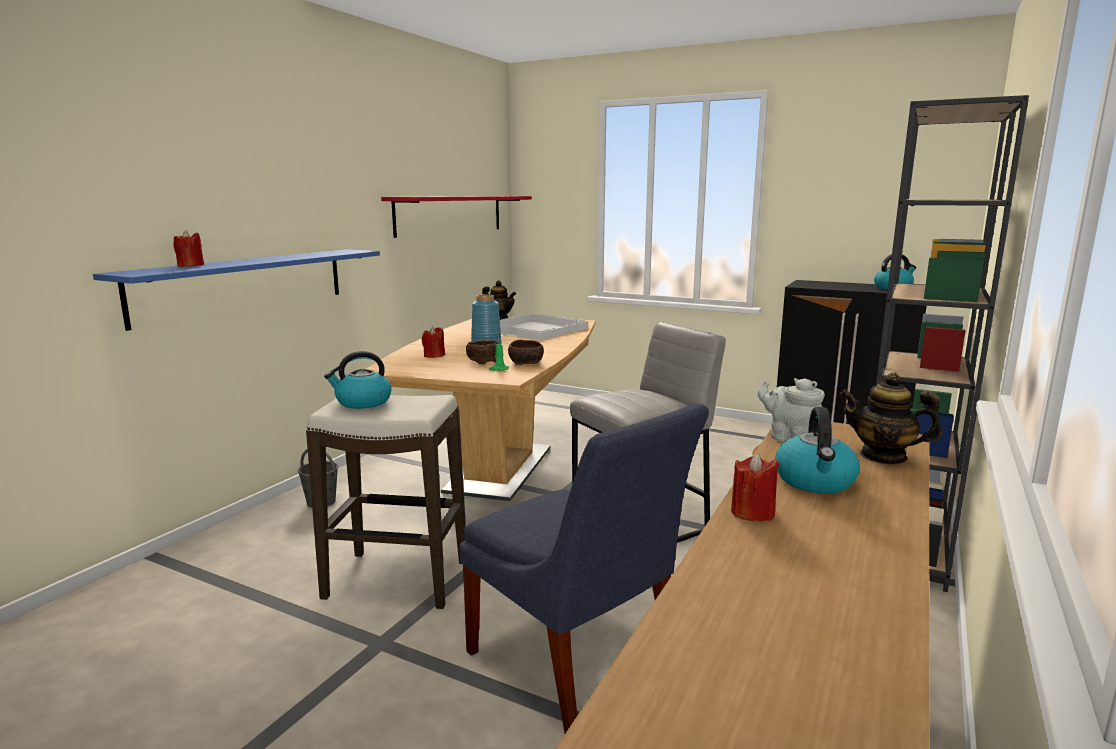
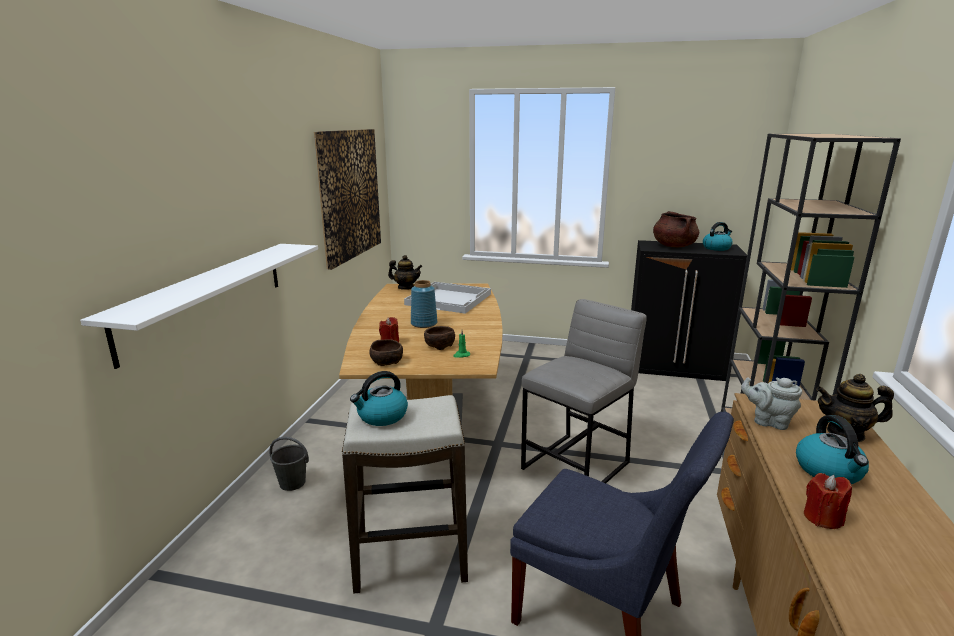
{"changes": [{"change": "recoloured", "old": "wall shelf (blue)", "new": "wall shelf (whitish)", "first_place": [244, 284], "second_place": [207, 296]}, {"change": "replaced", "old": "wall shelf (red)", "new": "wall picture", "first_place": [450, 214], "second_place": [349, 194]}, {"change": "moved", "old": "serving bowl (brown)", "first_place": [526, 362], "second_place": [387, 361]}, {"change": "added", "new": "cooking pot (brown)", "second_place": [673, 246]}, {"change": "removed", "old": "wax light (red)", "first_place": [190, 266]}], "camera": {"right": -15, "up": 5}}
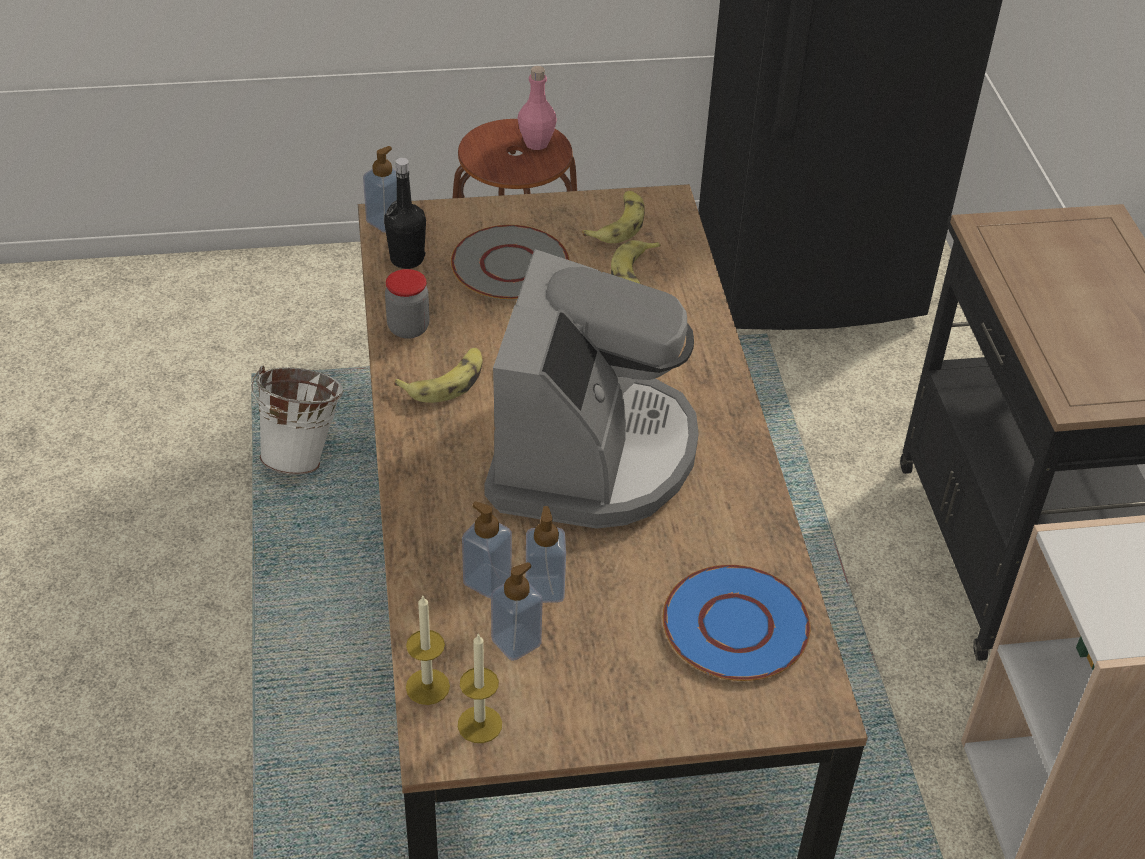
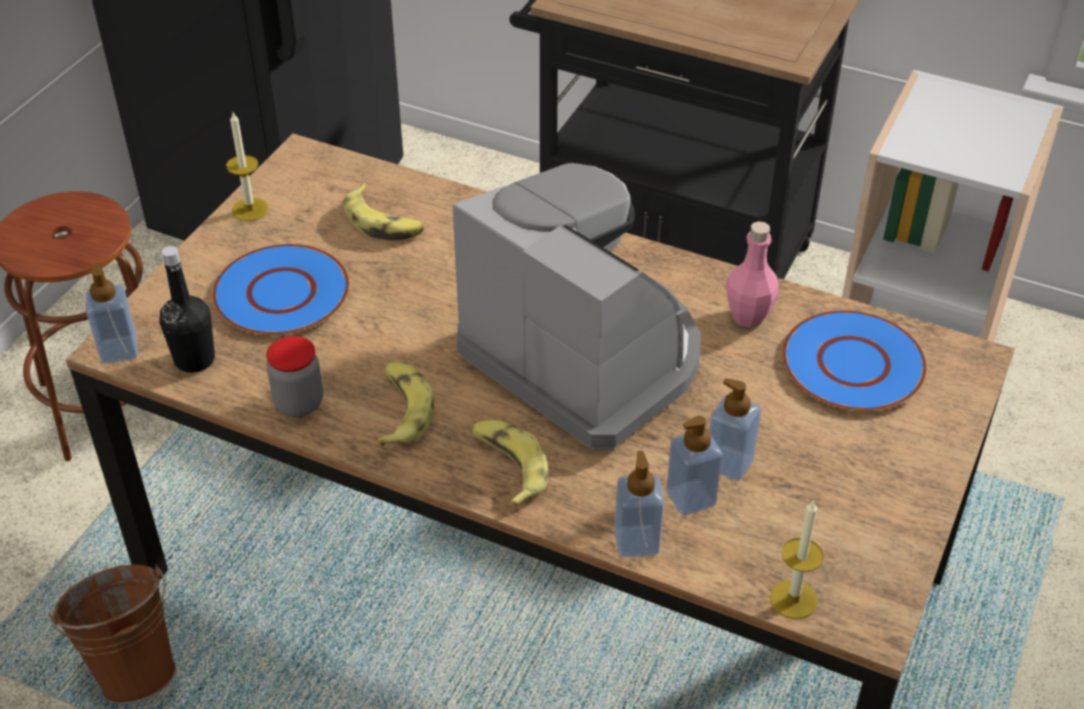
{"changes": [{"change": "recoloured", "old": "bucket (whitish)", "new": "bucket (brown)", "first_place": [303, 454], "second_place": [133, 667]}, {"change": "recoloured", "old": "flat dish (greyish)", "new": "flat dish (blue)", "first_place": [509, 265], "second_place": [280, 293]}, {"change": "moved", "old": "wax light", "first_place": [479, 724], "second_place": [250, 209]}, {"change": "moved", "old": "banana", "first_place": [618, 224], "second_place": [508, 466]}, {"change": "moved", "old": "soap bottle", "first_place": [516, 642], "second_place": [636, 541]}, {"change": "moved", "old": "drink bottle (pinkish)", "first_place": [536, 143], "second_place": [748, 316]}], "camera": {"right": -55, "up": 0}}
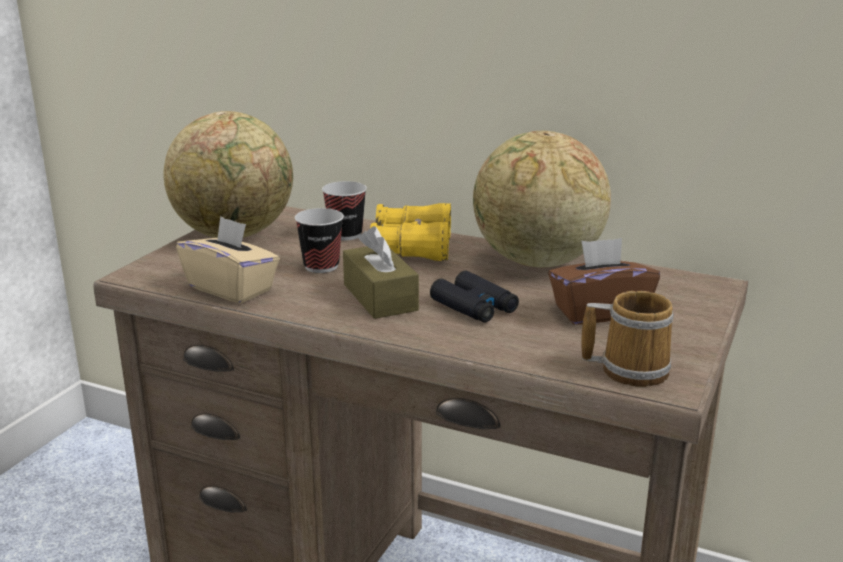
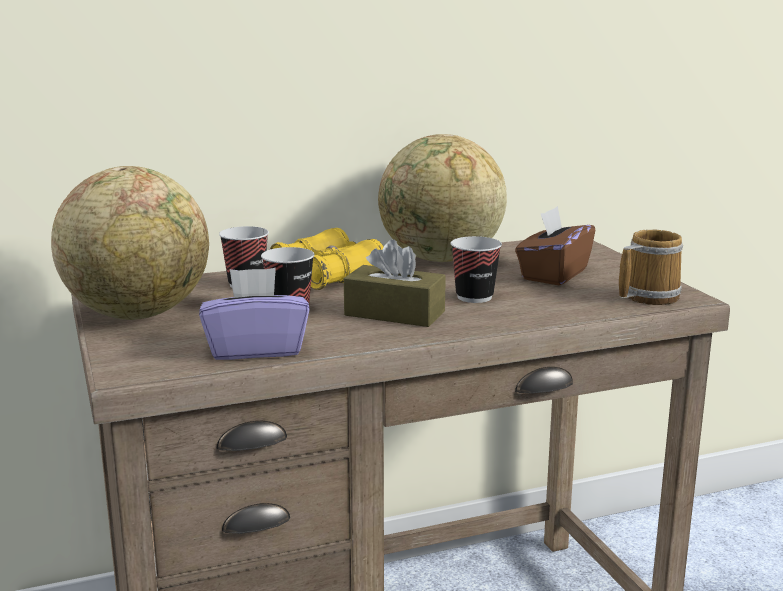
{"changes": [{"change": "recoloured", "old": "box of tissues (sand-coloured)", "new": "box of tissues (purplish)", "first_place": [231, 288], "second_place": [256, 349]}, {"change": "replaced", "old": "field glasses (black)", "new": "cup", "first_place": [474, 307], "second_place": [474, 297]}], "camera": {"right": -45, "up": -5}}
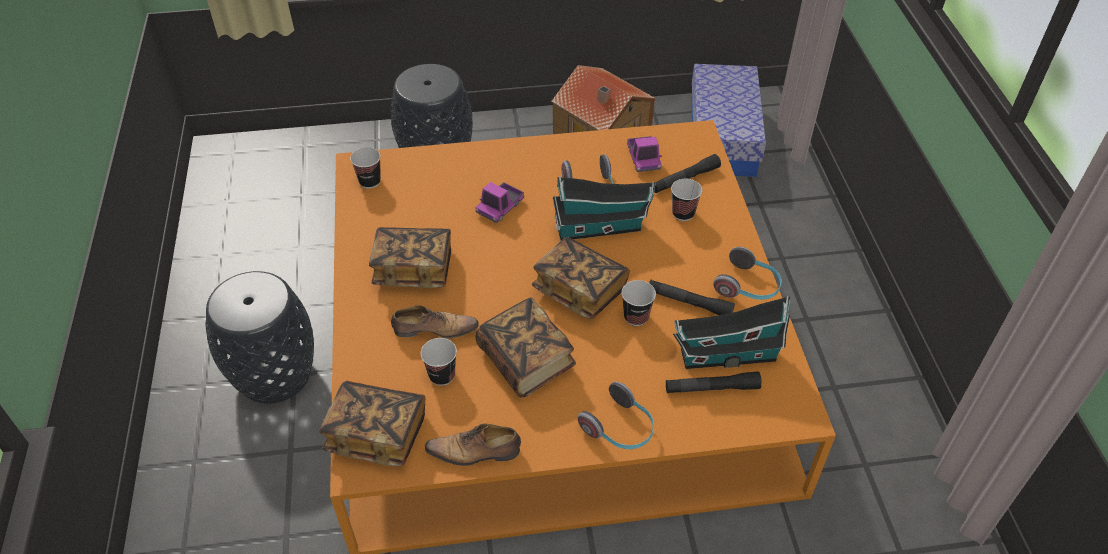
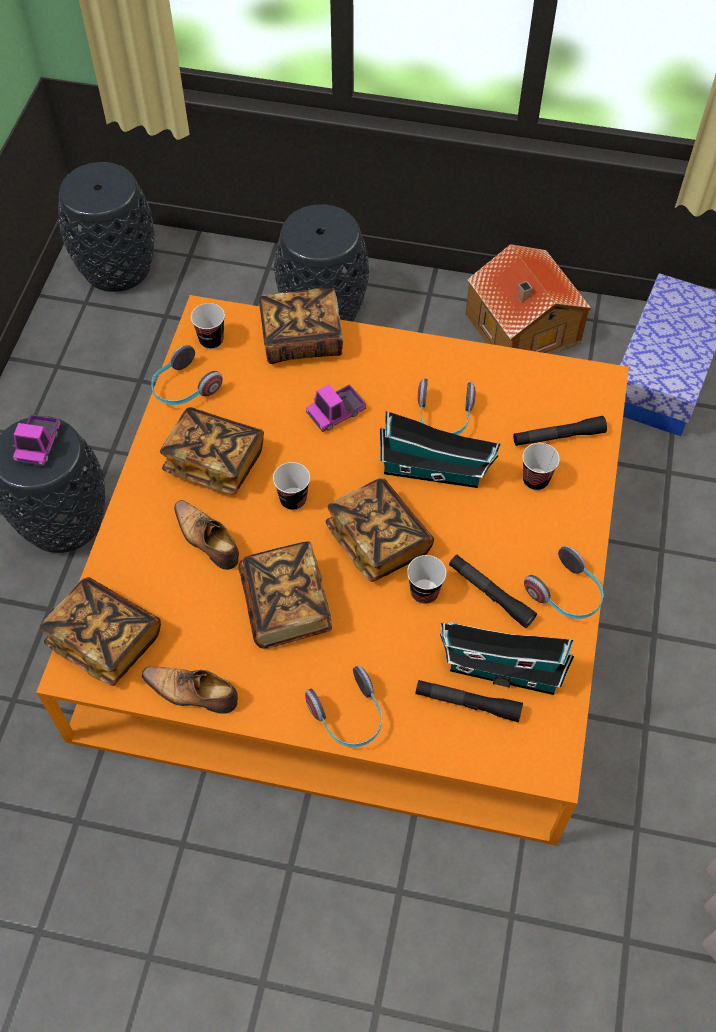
{"changes": [{"change": "moved", "old": "toy lorry", "first_place": [643, 159], "second_place": [39, 445]}, {"change": "added", "new": "sitting stool (black)", "second_place": [117, 267]}, {"change": "added", "new": "headphones", "second_place": [184, 388]}, {"change": "turned", "old": "item of footwear", "first_place": [434, 329], "second_place": [207, 540], "degrees": -150}, {"change": "added", "new": "volume", "second_place": [301, 339]}, {"change": "moved", "old": "cup", "first_place": [442, 375], "second_place": [293, 500]}], "camera": {"right": 20, "up": 10}}
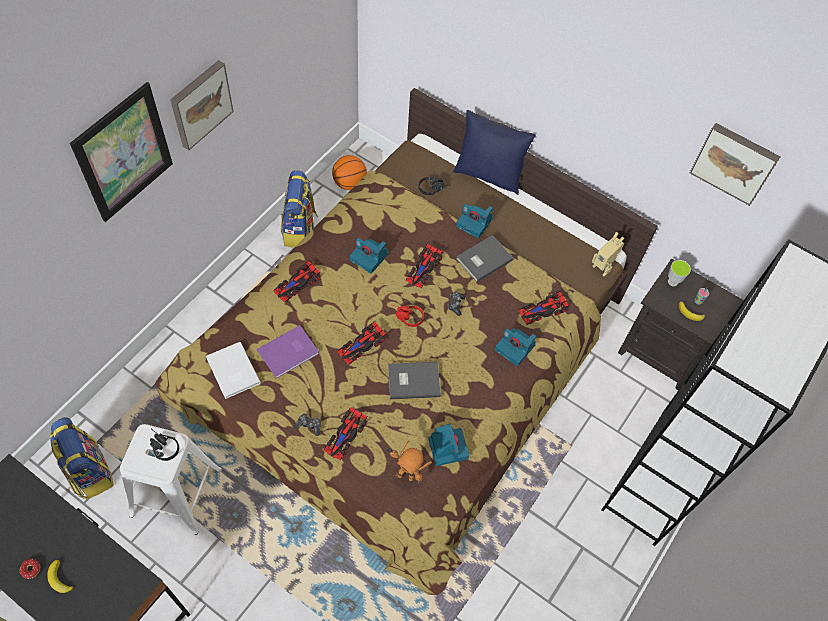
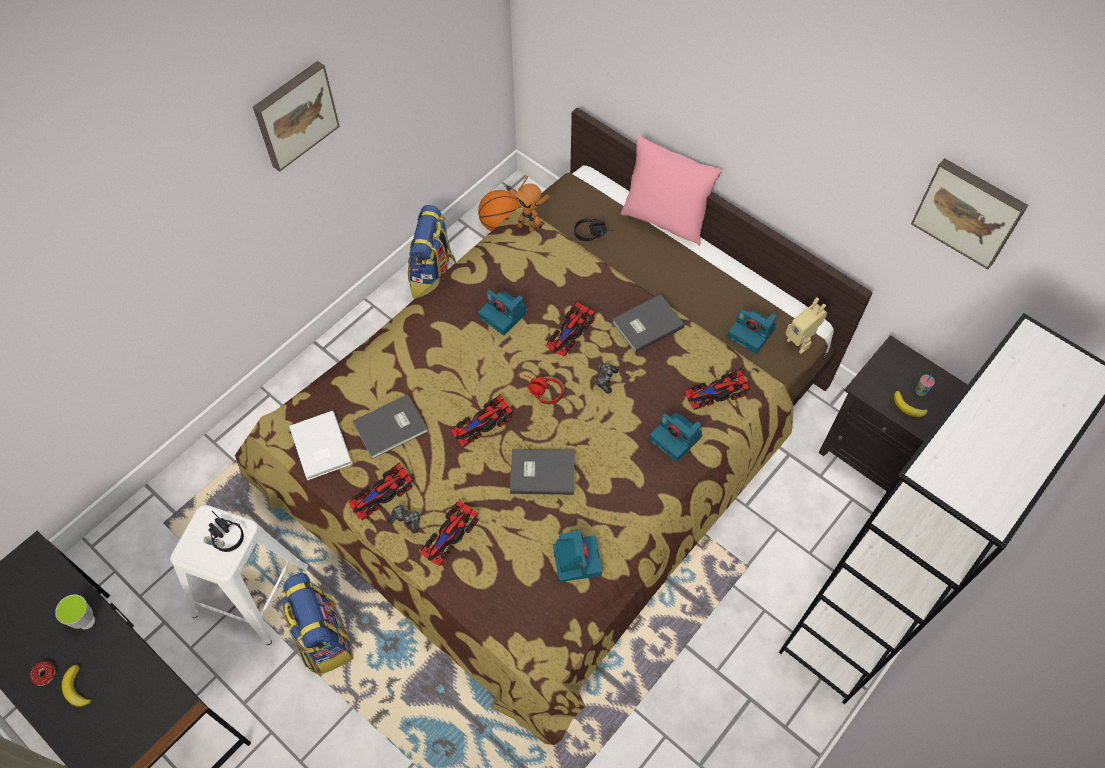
{"changes": [{"change": "moved", "old": "cup", "first_place": [672, 282], "second_place": [86, 621]}, {"change": "moved", "old": "knapsack", "first_place": [89, 472], "second_place": [323, 638]}, {"change": "moved", "old": "miniature car", "first_place": [297, 284], "second_place": [381, 494]}, {"change": "recoloured", "old": "volume (purplish)", "new": "volume (greyish)", "first_place": [289, 353], "second_place": [392, 428]}, {"change": "moved", "old": "toy robot", "first_place": [405, 475], "second_place": [526, 226]}, {"change": "recoloured", "old": "throw pillow (blue)", "new": "throw pillow (pinkish)", "first_place": [488, 175], "second_place": [664, 220]}, {"change": "moved", "old": "still camera", "first_place": [475, 223], "second_place": [752, 333]}, {"change": "removed", "old": "wall picture", "first_place": [124, 153]}], "camera": {"right": 10, "up": 0}}
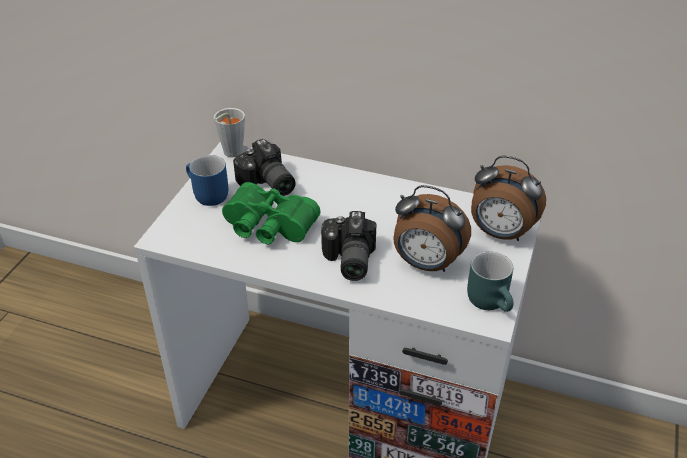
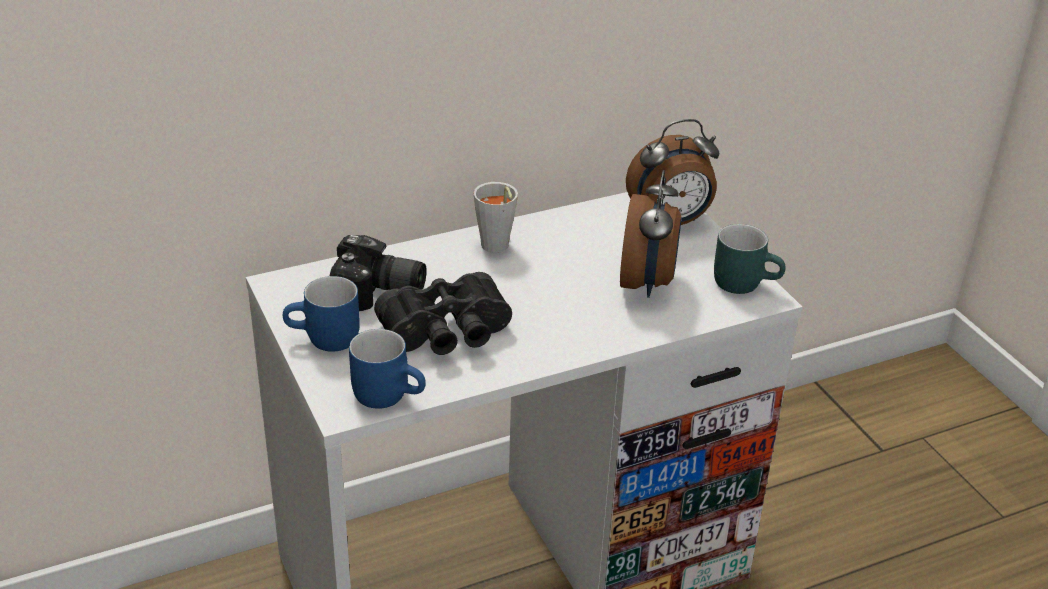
{"changes": [{"change": "added", "new": "mug (blue)", "second_place": [389, 394]}, {"change": "recoloured", "old": "field glasses (greenish)", "new": "field glasses (black)", "first_place": [267, 228], "second_place": [447, 334]}, {"change": "moved", "old": "cup (greyish)", "first_place": [230, 154], "second_place": [496, 248]}, {"change": "turned", "old": "table clock", "first_place": [426, 264], "second_place": [647, 282], "degrees": -60}, {"change": "removed", "old": "still camera", "first_place": [347, 260]}], "camera": {"right": -45, "up": -5}}
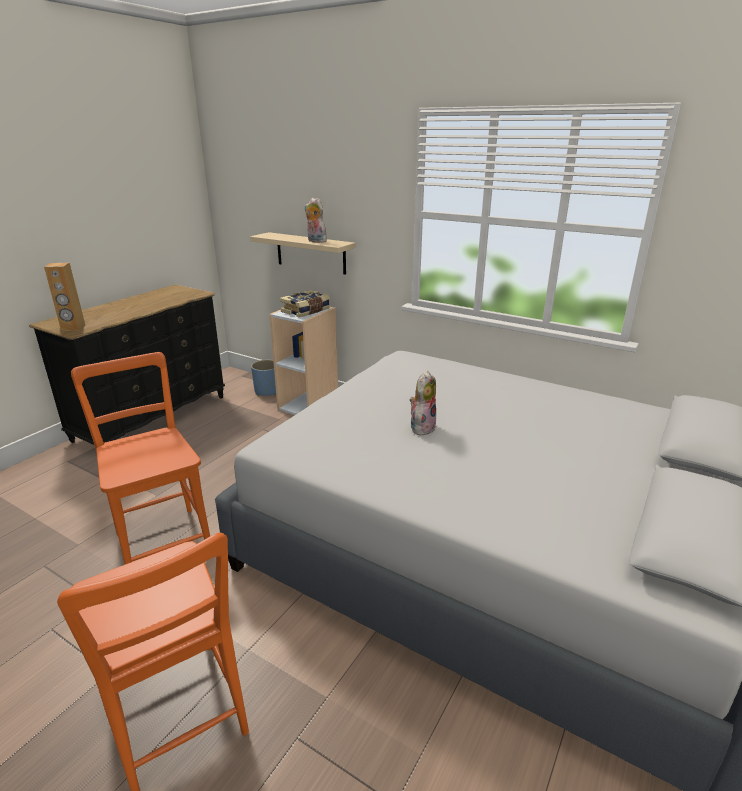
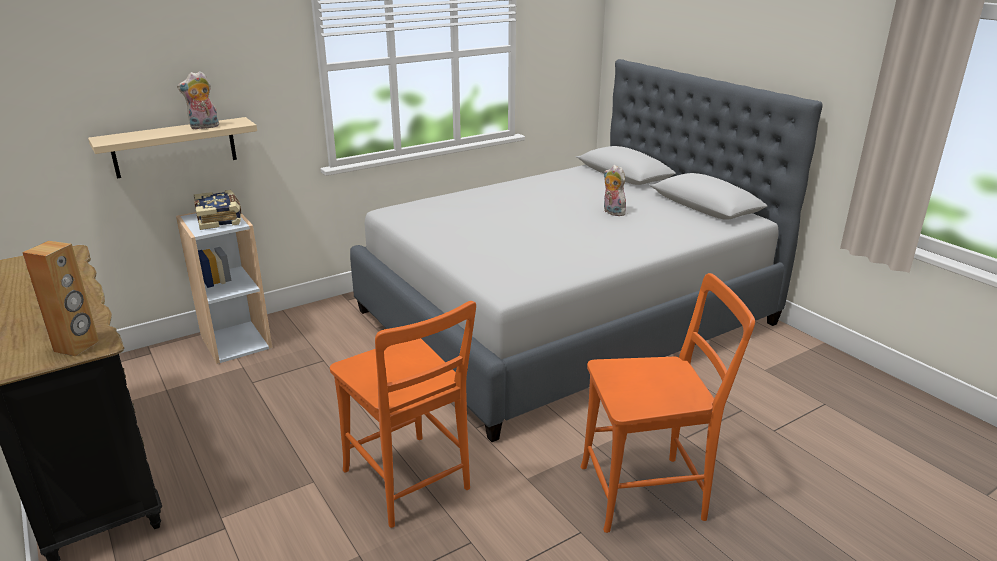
{"changes": [{"change": "turned", "old": "plain chair (orange)", "first_place": [162, 540], "second_place": [409, 483], "degrees": -120}, {"change": "moved", "old": "soft toy", "first_place": [422, 427], "second_place": [612, 212]}, {"change": "removed", "old": "flower pot (blue)", "first_place": [267, 391]}], "camera": {"right": -65, "up": 0}}
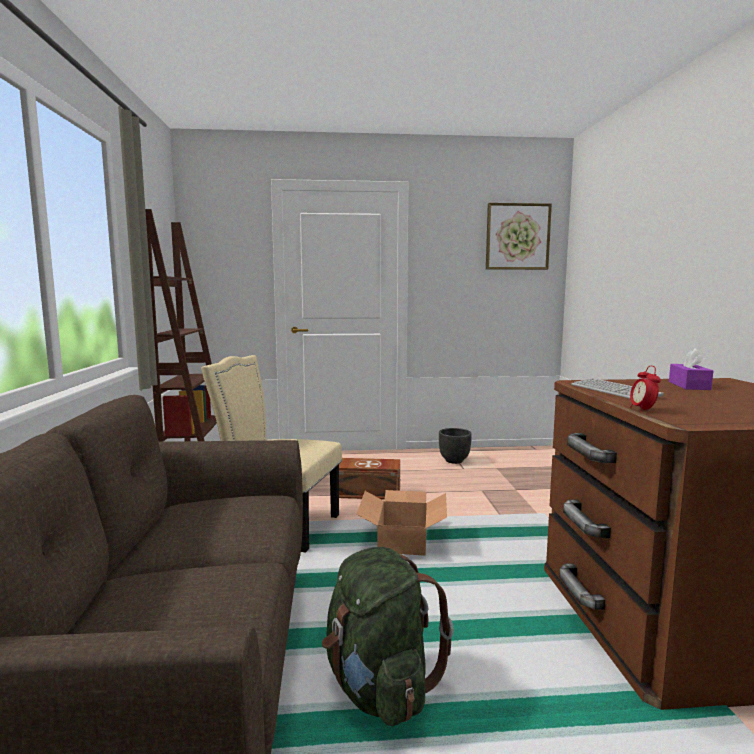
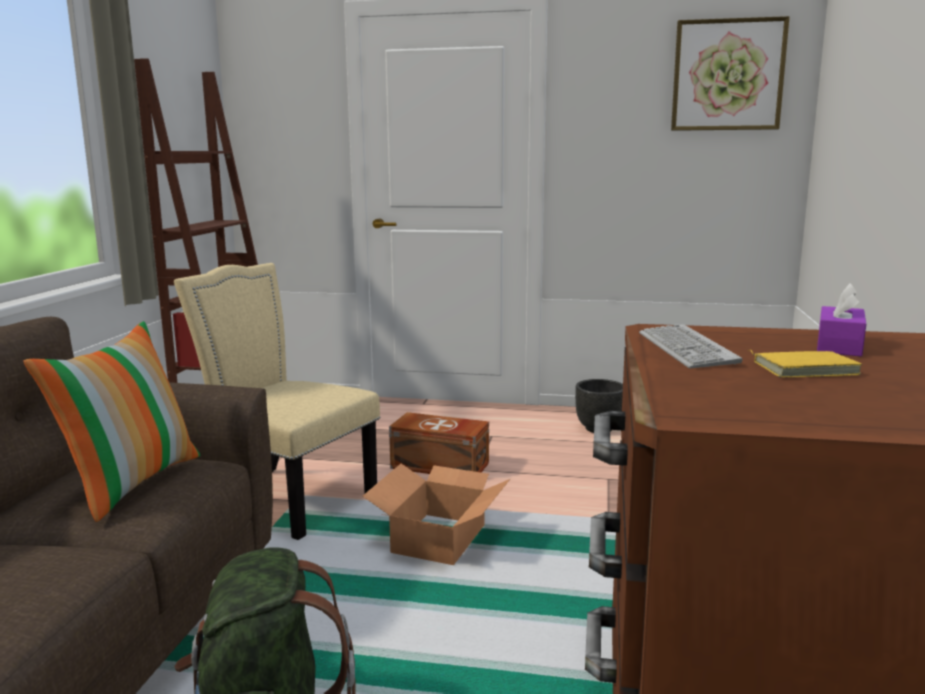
{"changes": [{"change": "added", "new": "throw pillow", "second_place": [131, 483]}, {"change": "added", "new": "volume (yellow-coloured)", "second_place": [804, 368]}, {"change": "removed", "old": "table clock", "first_place": [642, 410]}], "camera": {"right": 15, "up": 5}}
